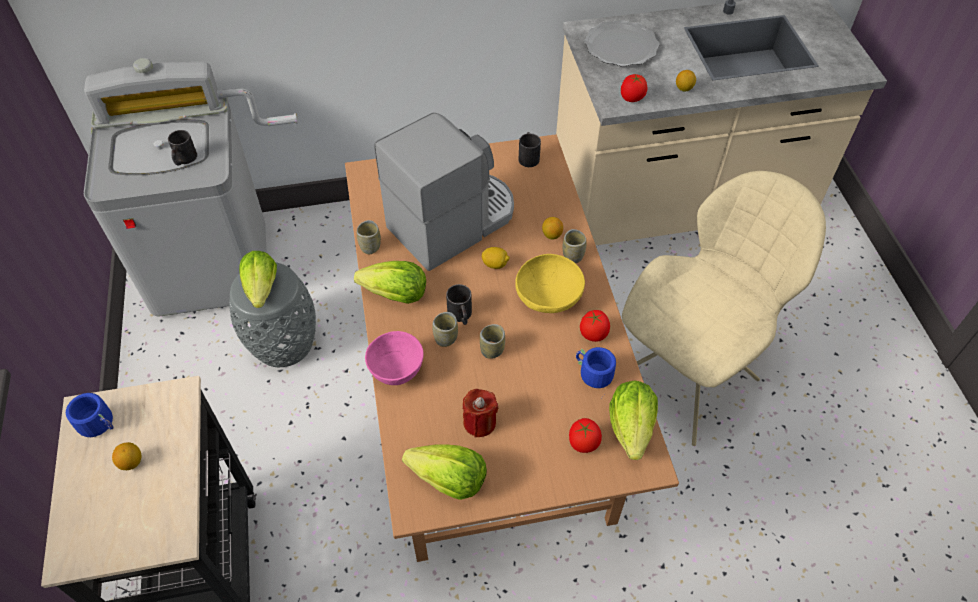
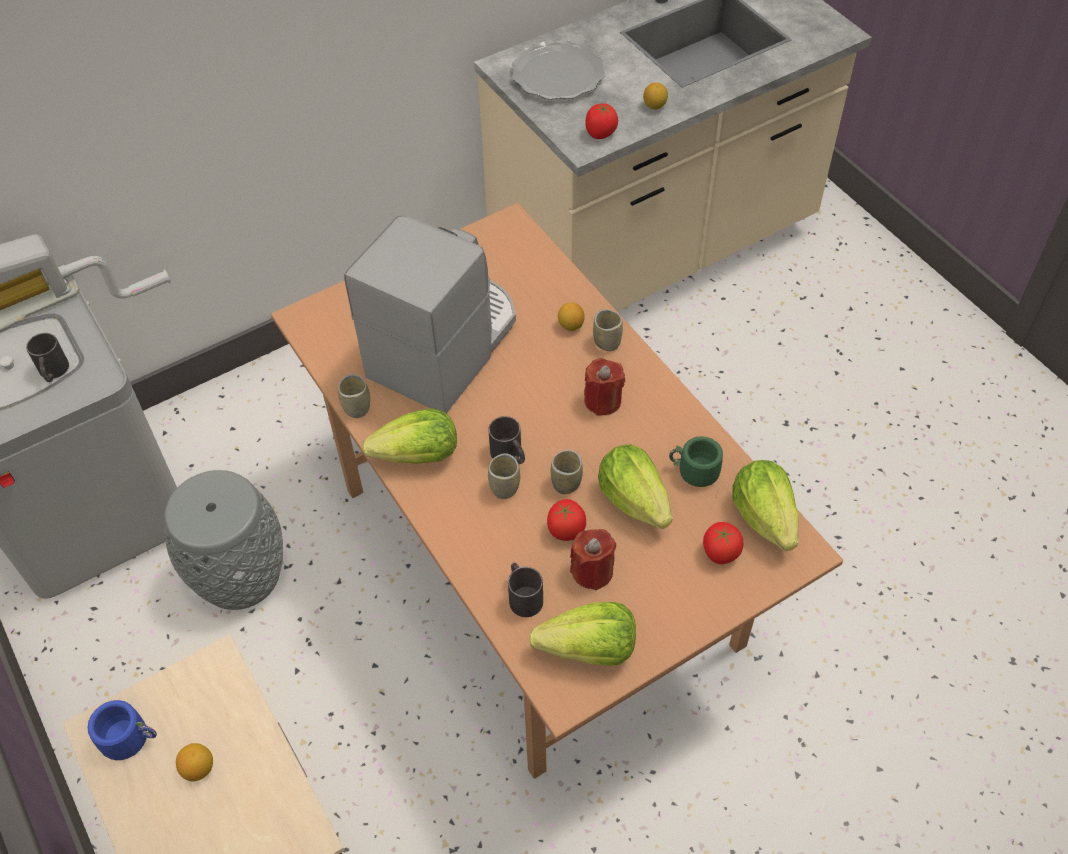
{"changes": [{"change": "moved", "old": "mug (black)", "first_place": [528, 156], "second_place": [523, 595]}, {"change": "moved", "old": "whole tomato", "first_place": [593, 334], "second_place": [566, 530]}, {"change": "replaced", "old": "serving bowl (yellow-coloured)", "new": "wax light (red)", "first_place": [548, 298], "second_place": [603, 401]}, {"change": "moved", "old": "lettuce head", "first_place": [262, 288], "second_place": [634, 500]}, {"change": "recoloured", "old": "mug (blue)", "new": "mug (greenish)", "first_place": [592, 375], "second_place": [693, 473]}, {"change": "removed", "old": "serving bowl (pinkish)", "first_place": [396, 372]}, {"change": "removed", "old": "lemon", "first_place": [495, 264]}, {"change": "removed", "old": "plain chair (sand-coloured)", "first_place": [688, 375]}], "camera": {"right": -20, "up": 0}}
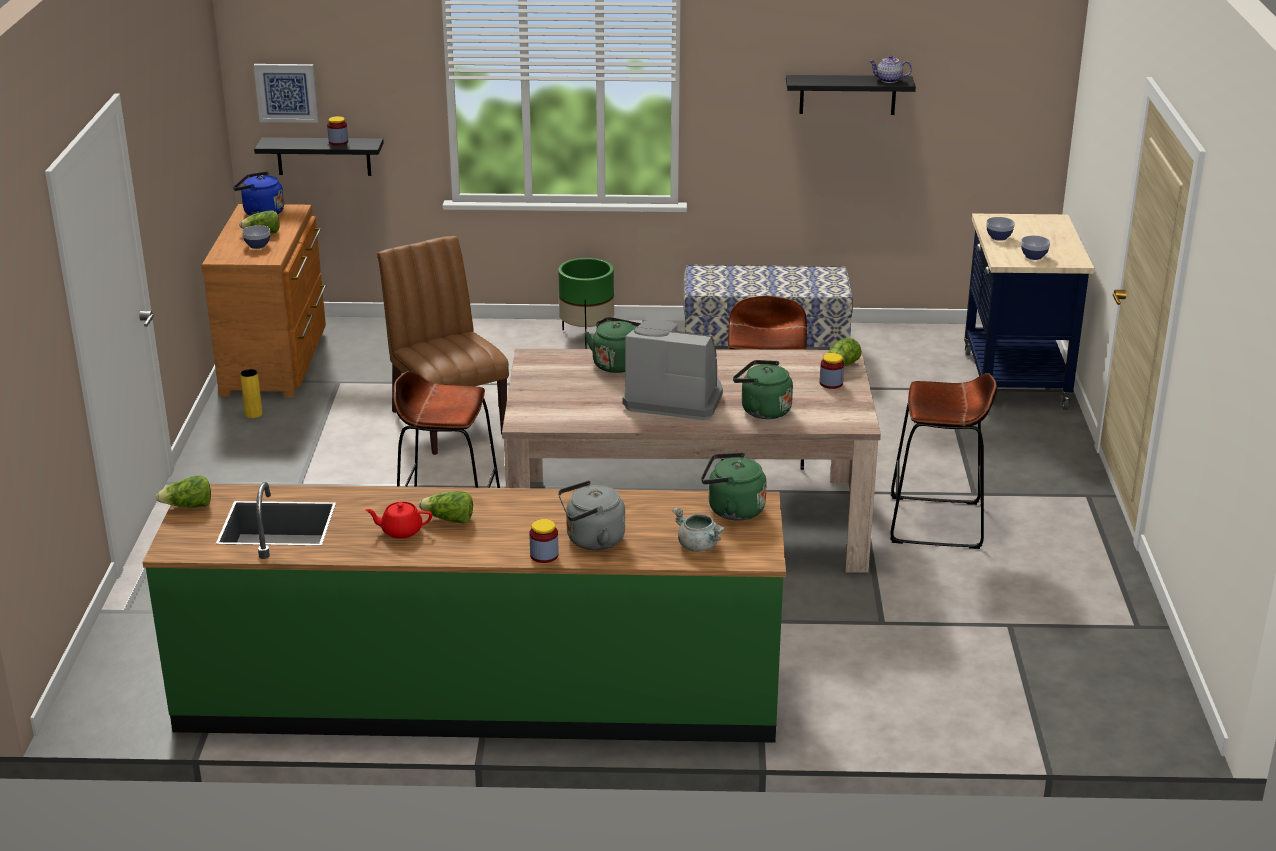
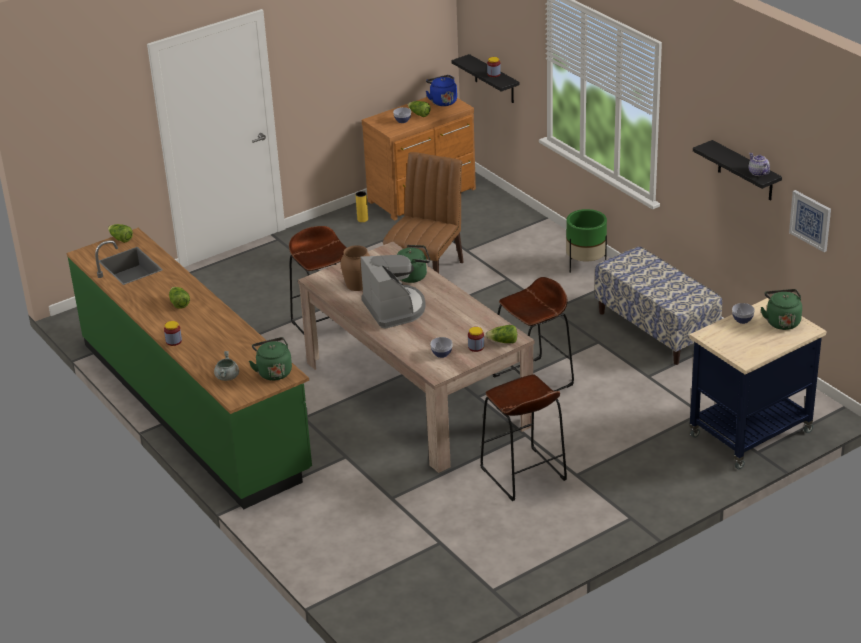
{"changes": [{"change": "added", "new": "vase (brown)", "second_place": [358, 284]}, {"change": "moved", "old": "serving bowl", "first_place": [1033, 256], "second_place": [441, 354]}, {"change": "moved", "old": "kettle (greenish)", "first_place": [762, 410], "second_place": [781, 321]}, {"change": "moved", "old": "wall picture", "first_place": [286, 92], "second_place": [811, 220]}, {"change": "removed", "old": "tea pot (red)", "first_place": [401, 531]}, {"change": "removed", "old": "kettle (greyish)", "first_place": [591, 540]}], "camera": {"right": 55, "up": 5}}
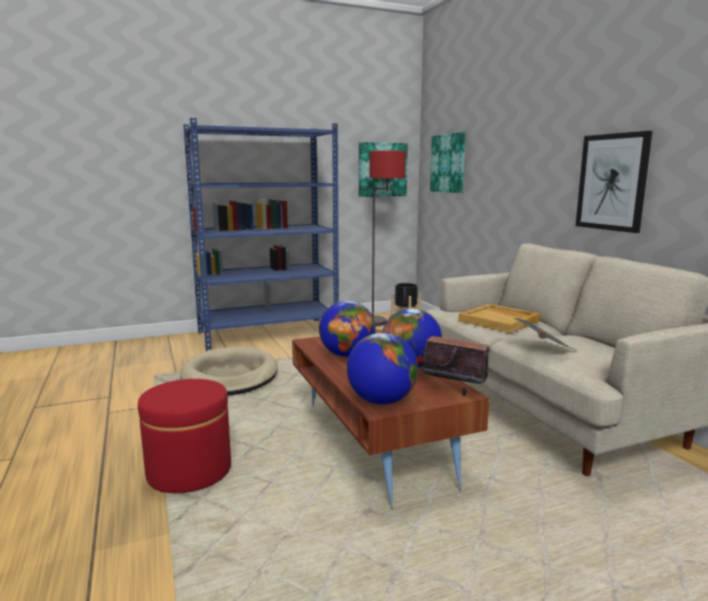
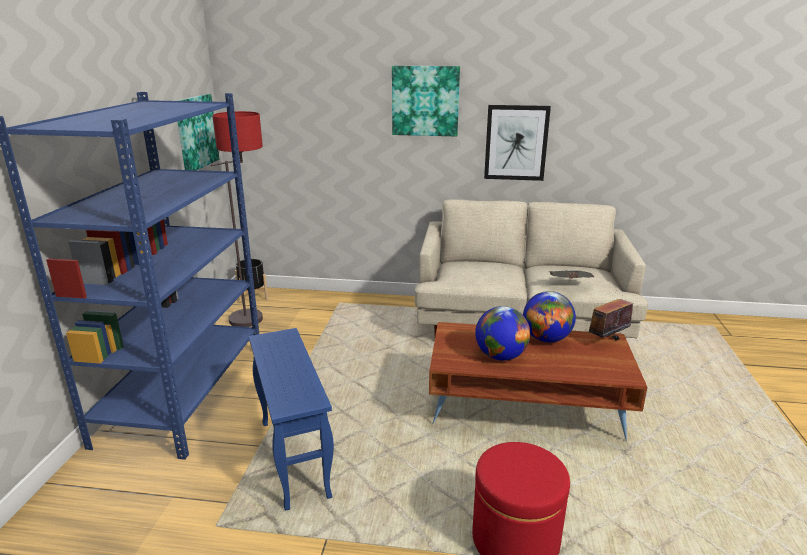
{"changes": [{"change": "replaced", "old": "pet bed (sand-coloured)", "new": "side table (blue)", "first_place": [230, 376], "second_place": [294, 458]}, {"change": "moved", "old": "wall picture", "first_place": [448, 163], "second_place": [425, 101]}, {"change": "removed", "old": "globe", "first_place": [381, 401]}, {"change": "removed", "old": "serving tray (sand-coloured)", "first_place": [499, 321]}], "camera": {"right": -60, "up": 10}}
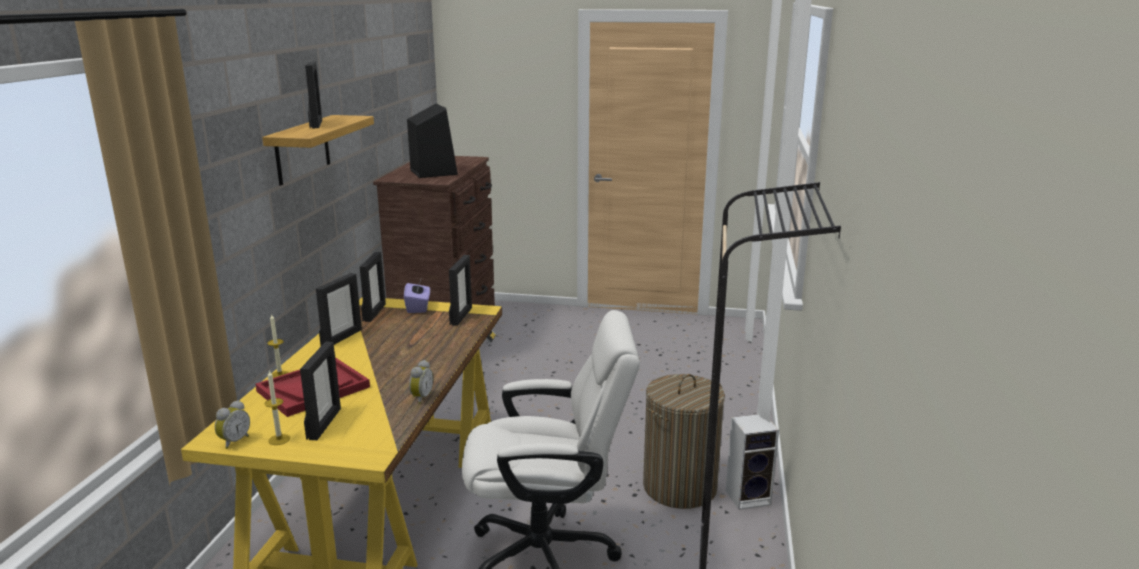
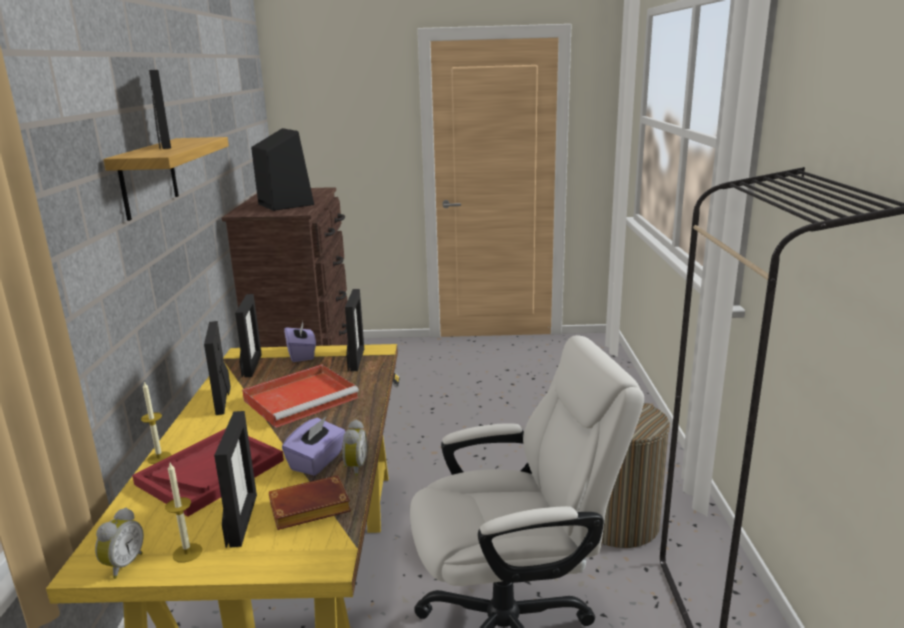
{"changes": [{"change": "turned", "old": "picture frame", "first_place": [341, 338], "second_place": [223, 400], "degrees": 150}, {"change": "added", "new": "serving tray (red)", "second_place": [302, 398]}, {"change": "added", "new": "volume (brown)", "second_place": [308, 510]}, {"change": "added", "new": "box of tissues (purplish)", "second_place": [317, 461]}, {"change": "removed", "old": "speaker", "first_place": [749, 497]}], "camera": {"right": -10, "up": 0}}
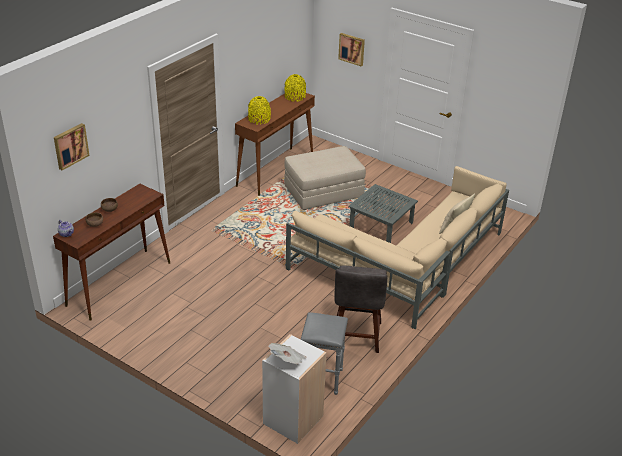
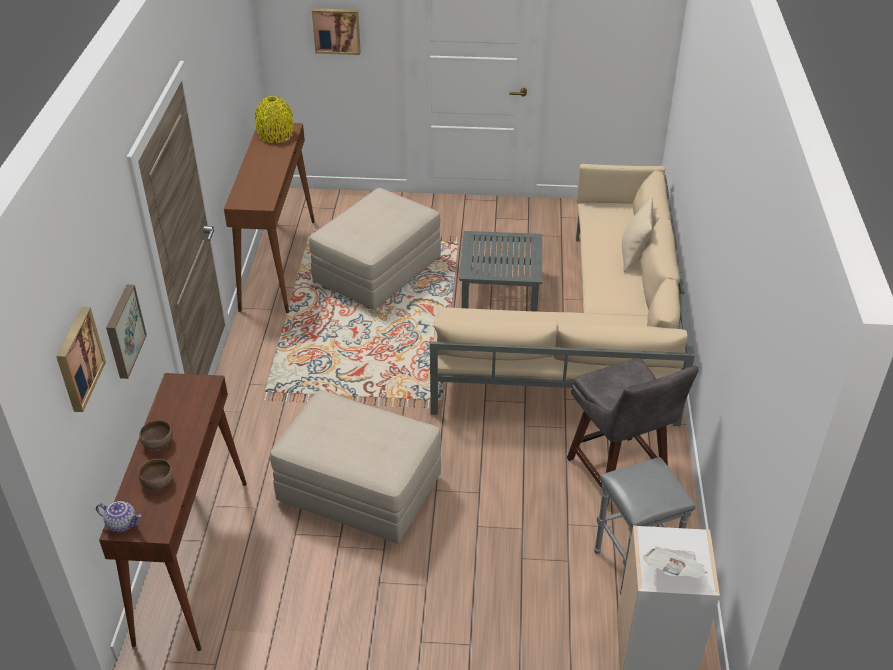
{"changes": [{"change": "added", "new": "wall picture", "second_place": [123, 331]}, {"change": "added", "new": "footrest (sand-coloured)", "second_place": [358, 489]}, {"change": "removed", "old": "vase (yellow-coloured)", "first_place": [259, 119]}], "camera": {"right": -30, "up": 5}}
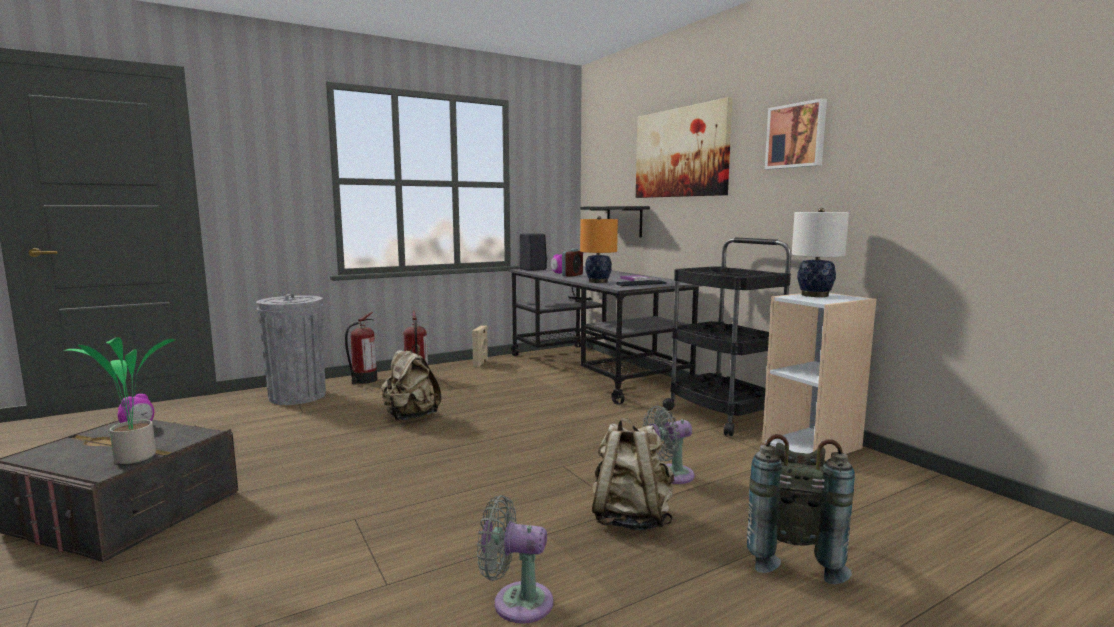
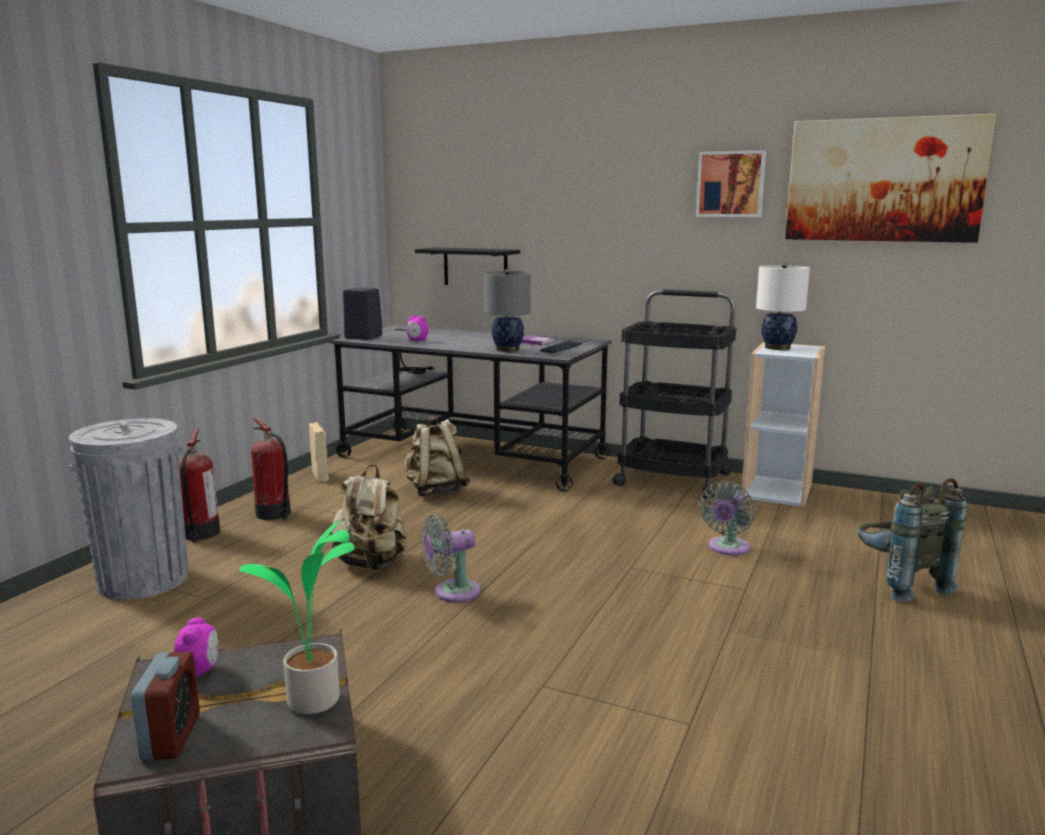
{"changes": [{"change": "moved", "old": "table clock", "first_place": [572, 275], "second_place": [171, 737]}, {"change": "moved", "old": "knapsack (sand-coloured)", "first_place": [630, 519], "second_place": [436, 491]}, {"change": "moved", "old": "fan (greyish)", "first_place": [516, 602], "second_place": [452, 592]}, {"change": "recoloured", "old": "table lamp (orange)", "new": "table lamp (greyish)", "first_place": [598, 281], "second_place": [507, 349]}, {"change": "moved", "old": "wall picture", "first_place": [681, 153], "second_place": [884, 180]}], "camera": {"right": -35, "up": 5}}
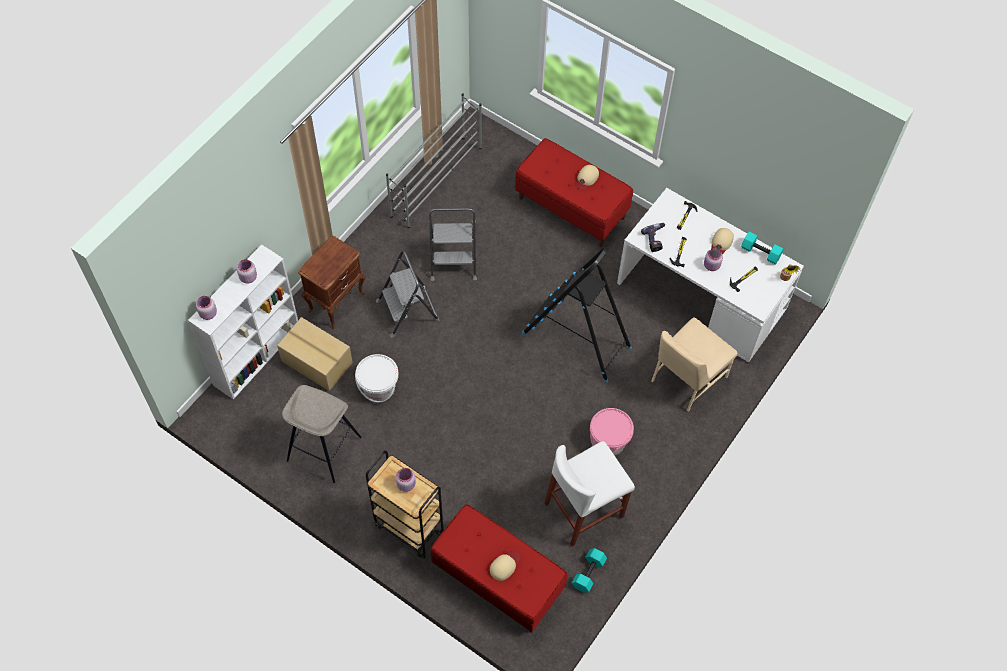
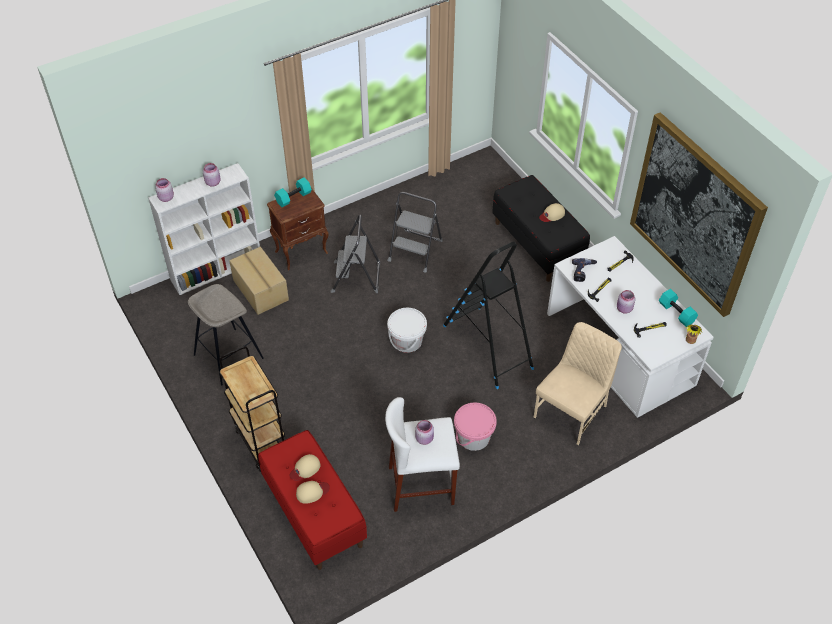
{"changes": [{"change": "moved", "old": "dumbbell (turquoise)", "first_place": [588, 572], "second_place": [293, 197]}, {"change": "moved", "old": "baseball cap (sand-coloured)", "first_place": [721, 242], "second_place": [305, 469]}, {"change": "moved", "old": "bucket (whitish)", "first_place": [378, 387], "second_place": [407, 341]}, {"change": "moved", "old": "storage jar (pinkish)", "first_place": [406, 484], "second_place": [424, 438]}, {"change": "recoloured", "old": "long seat (red)", "new": "long seat (black)", "first_place": [572, 207], "second_place": [537, 244]}, {"change": "turned", "old": "plain chair (sand-coloured)", "first_place": [687, 379], "second_place": [572, 411], "degrees": 150}, {"change": "added", "new": "wall picture", "second_place": [695, 214]}, {"change": "removed", "old": "shoe stand (greyish)", "first_place": [437, 181]}], "camera": {"right": 25, "up": -10}}
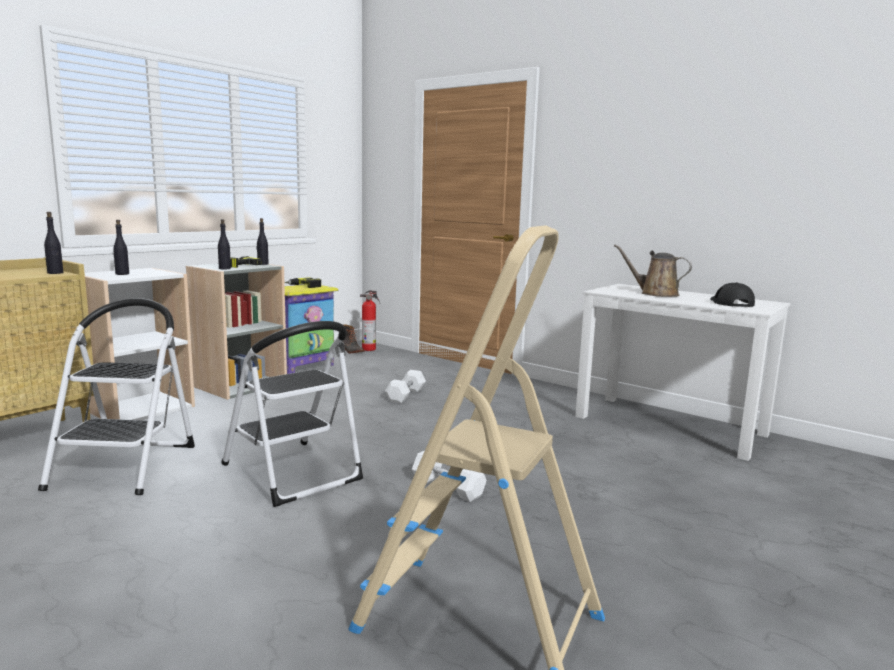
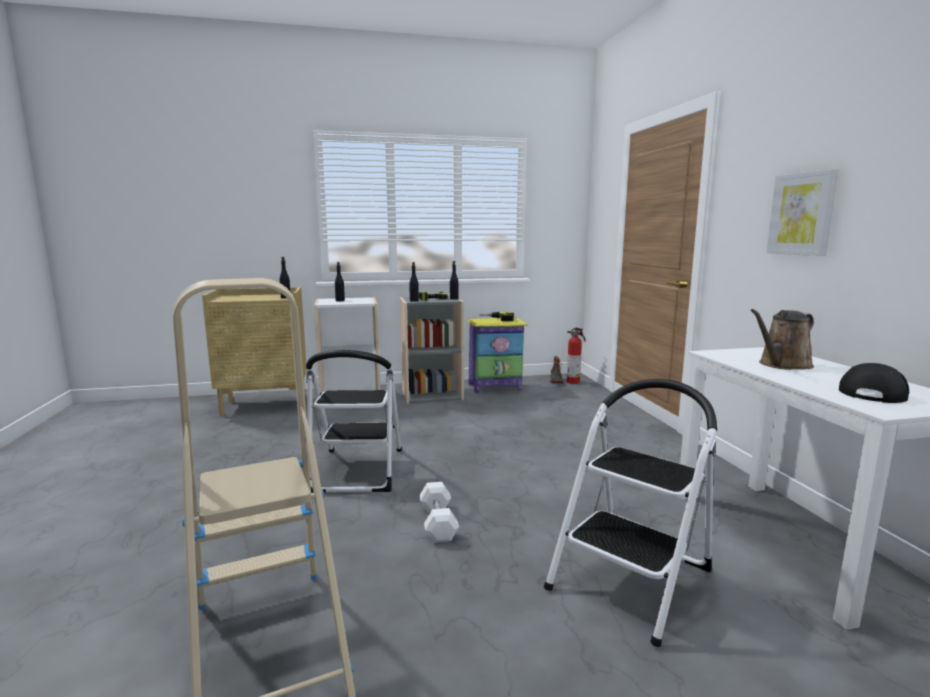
{"changes": [{"change": "moved", "old": "stepladder", "first_place": [127, 465], "second_place": [633, 578]}, {"change": "turned", "old": "sprinkling can (brown)", "first_place": [655, 294], "second_place": [782, 365], "degrees": -105}, {"change": "added", "new": "wall picture", "second_place": [802, 214]}, {"change": "removed", "old": "dumbbell (whitish)", "first_place": [405, 395]}], "camera": {"right": 40, "up": 0}}
